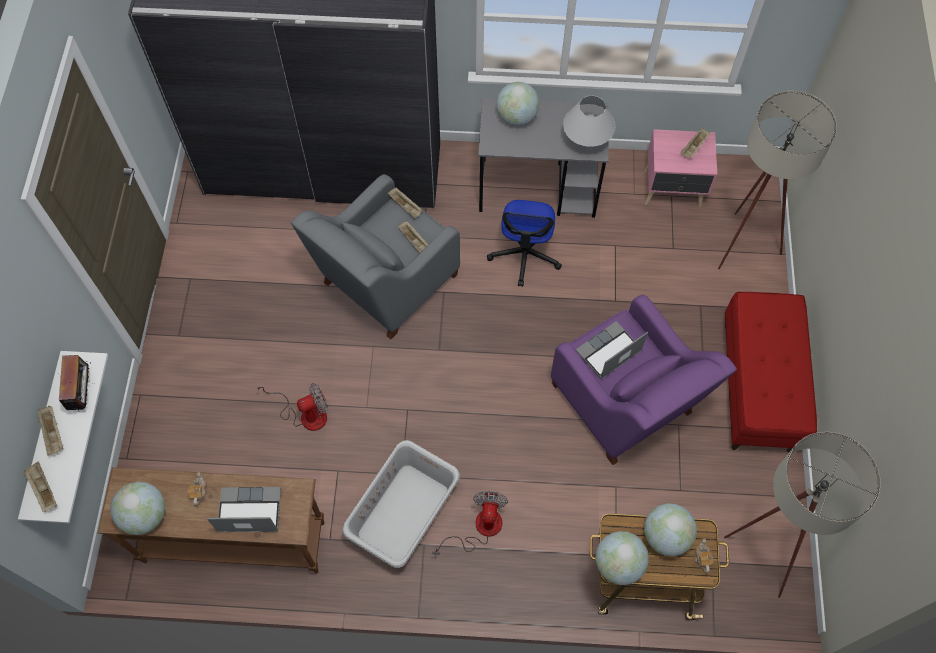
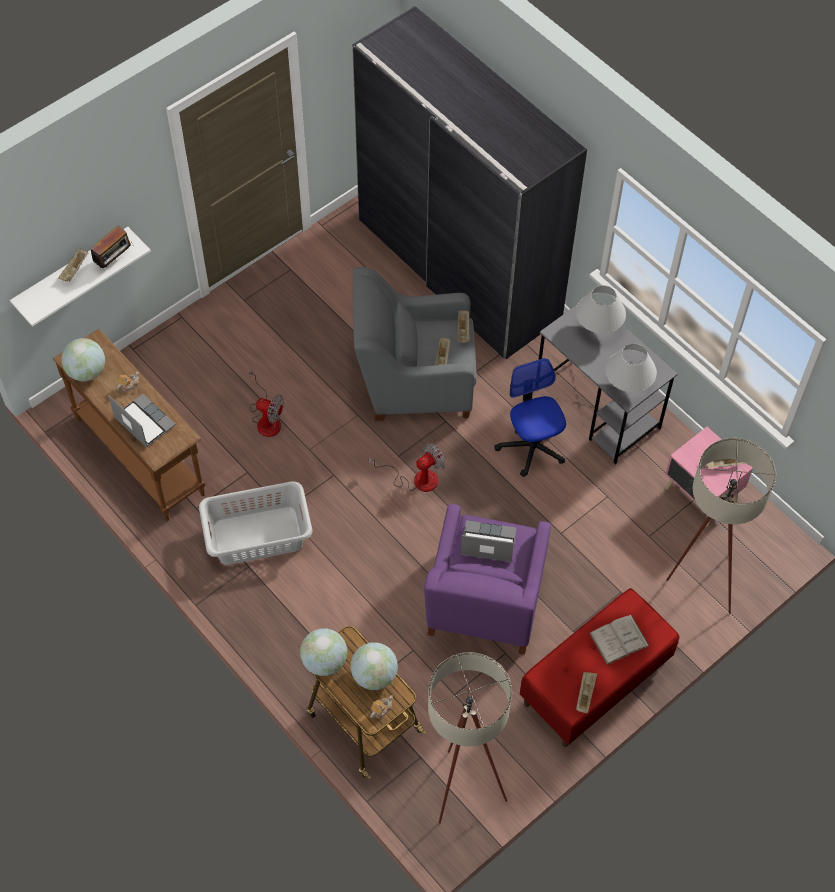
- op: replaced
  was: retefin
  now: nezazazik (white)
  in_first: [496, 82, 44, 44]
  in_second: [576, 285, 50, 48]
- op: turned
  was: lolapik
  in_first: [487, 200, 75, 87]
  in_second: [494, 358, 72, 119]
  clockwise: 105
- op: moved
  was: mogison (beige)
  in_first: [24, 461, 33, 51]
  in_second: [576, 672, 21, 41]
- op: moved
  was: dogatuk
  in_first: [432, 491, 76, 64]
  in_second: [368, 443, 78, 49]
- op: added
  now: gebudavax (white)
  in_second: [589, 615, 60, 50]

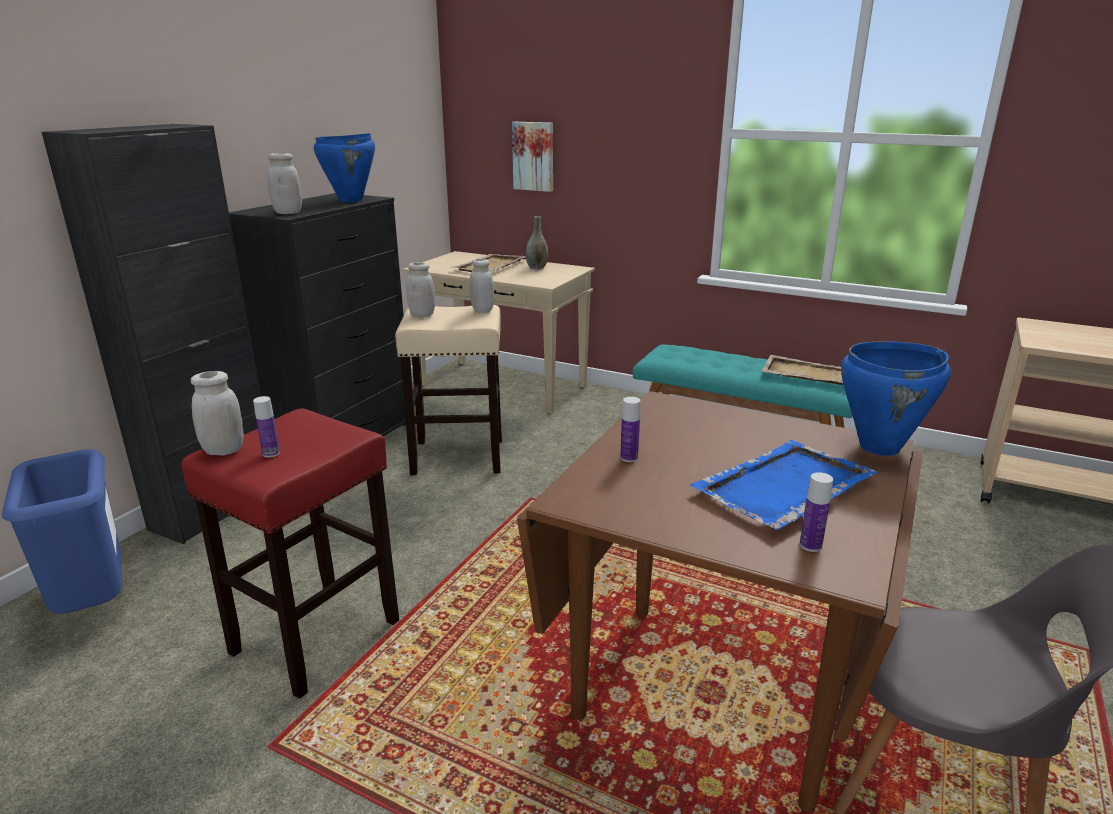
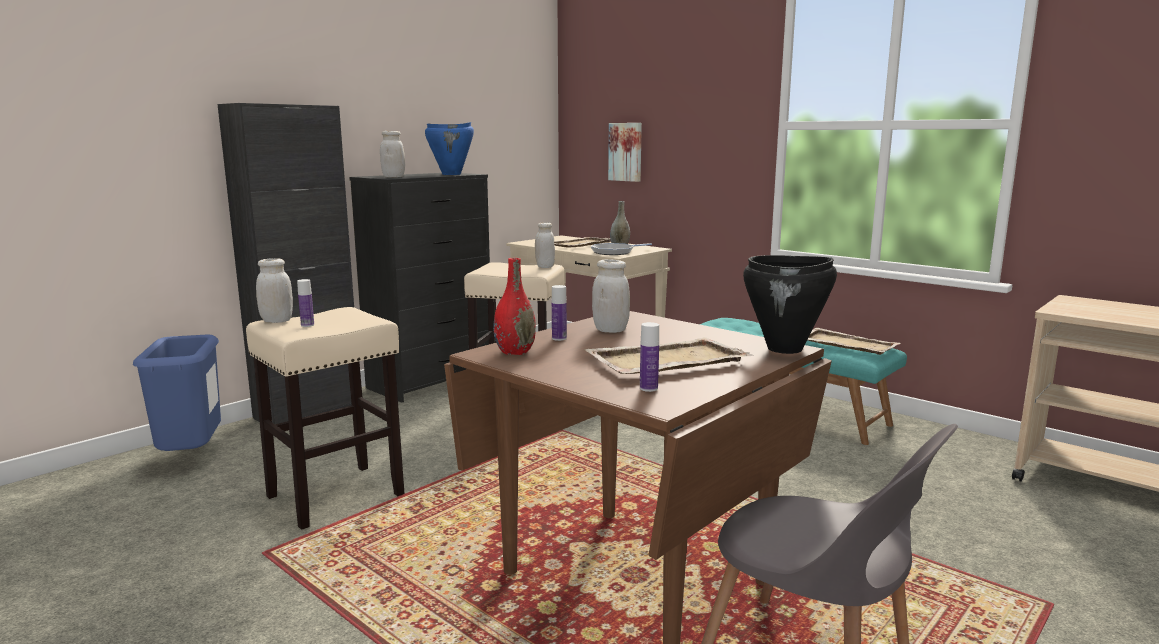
- op: moved
  was: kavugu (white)
  in_first: [406, 262, 29, 55]
  in_second: [592, 259, 38, 74]
- op: recoloured
  was: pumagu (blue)
  now: pumagu (black)
  in_first: [841, 341, 110, 115]
  in_second: [743, 255, 94, 99]
- op: recoloured
  was: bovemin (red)
  now: bovemin (beige)
  in_first: [181, 408, 218, 291]
  in_second: [246, 307, 159, 223]
- op: recoloured
  was: mogison (blue)
  now: mogison (beige)
  in_first: [690, 440, 188, 90]
  in_second: [584, 337, 170, 37]
- op: added
  now: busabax
  in_second: [591, 243, 61, 12]
- op: added
  now: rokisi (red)
  in_second: [493, 258, 43, 97]

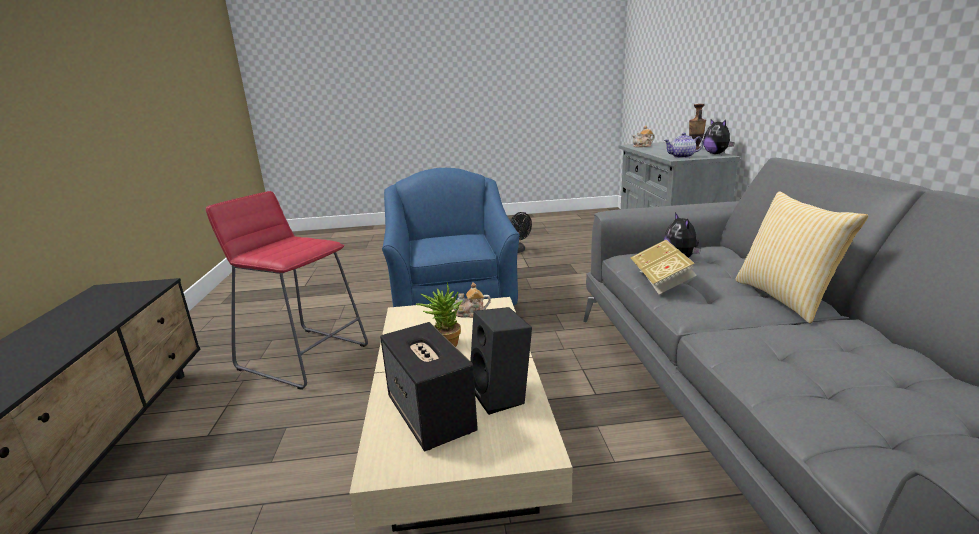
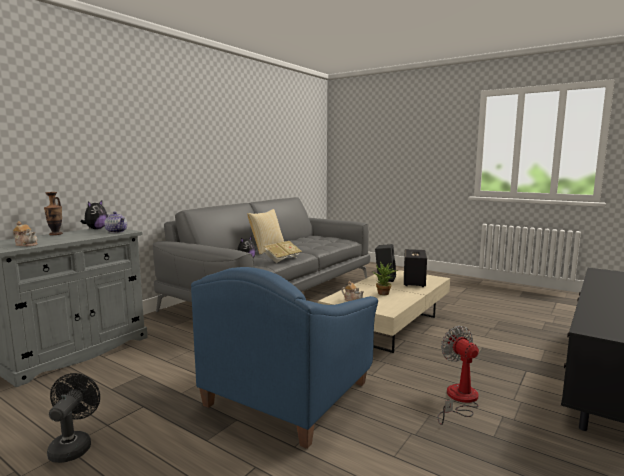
- op: replaced
  was: bovemin (red)
  now: dogatuk
  in_first: [206, 191, 162, 199]
  in_second: [438, 326, 41, 99]

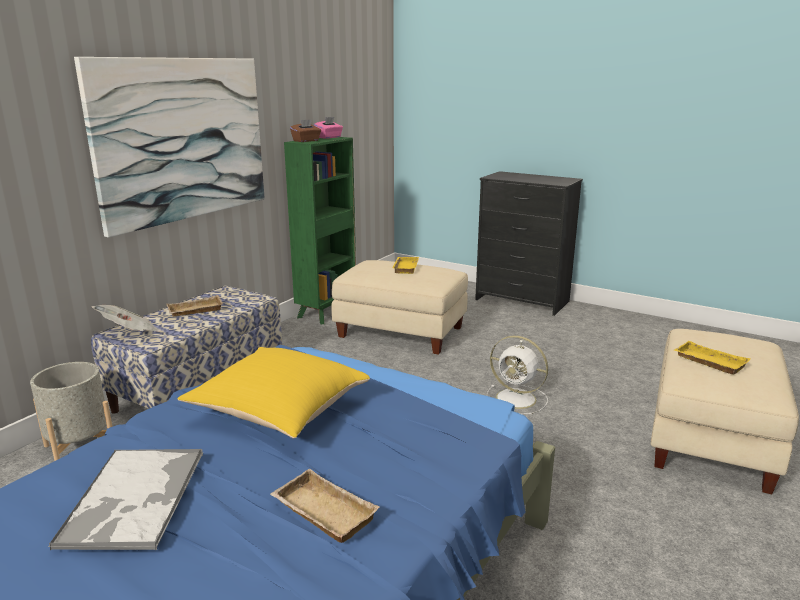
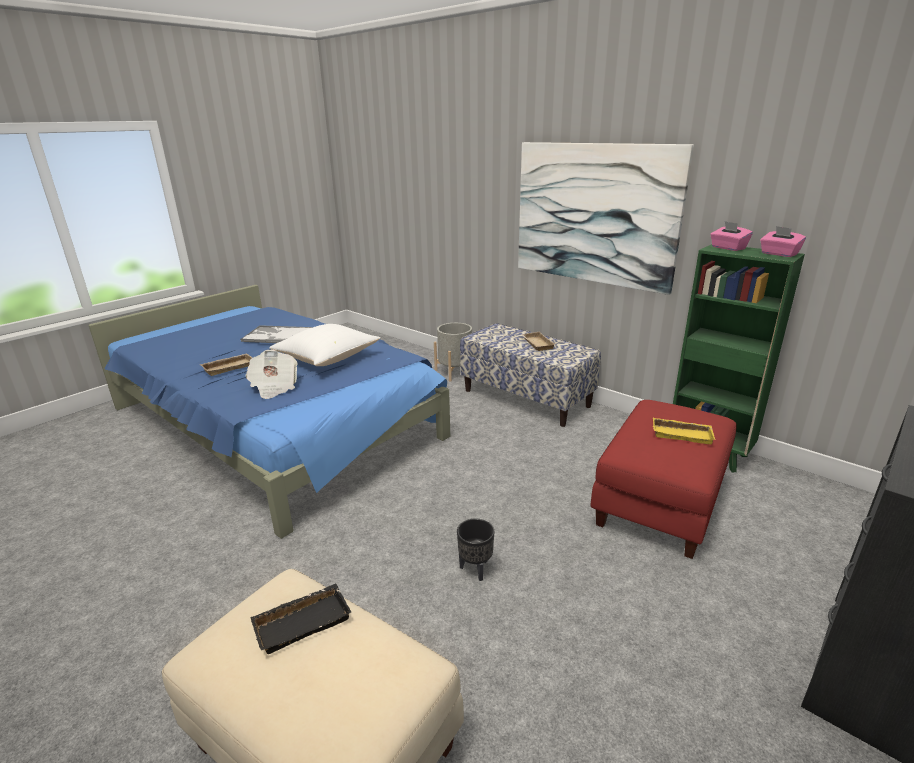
- op: recoloured
  was: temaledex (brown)
  now: temaledex (pink)
  in_first: [290, 119, 31, 23]
  in_second: [710, 221, 43, 30]
- op: recoloured
  was: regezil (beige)
  now: regezil (red)
  in_first: [331, 260, 137, 95]
  in_second: [591, 400, 146, 159]
- op: moved
  was: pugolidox
  in_first: [91, 305, 70, 26]
  in_second: [245, 350, 52, 49]
- op: replaced
  was: dogatuk (white)
  now: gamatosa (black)
  in_first: [487, 336, 61, 78]
  in_second: [457, 519, 37, 62]
- op: recoloured
  was: mogison (yellow)
  now: mogison (black)
  in_first: [674, 341, 76, 34]
  in_second: [250, 584, 101, 70]
- op: recoloured
  was: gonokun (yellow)
  now: gonokun (white)
  in_first: [178, 347, 192, 91]
  in_second: [269, 324, 112, 42]

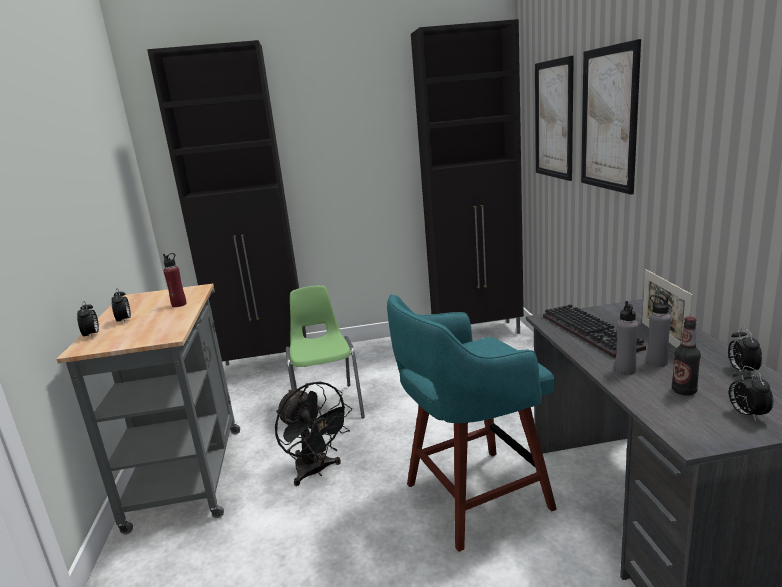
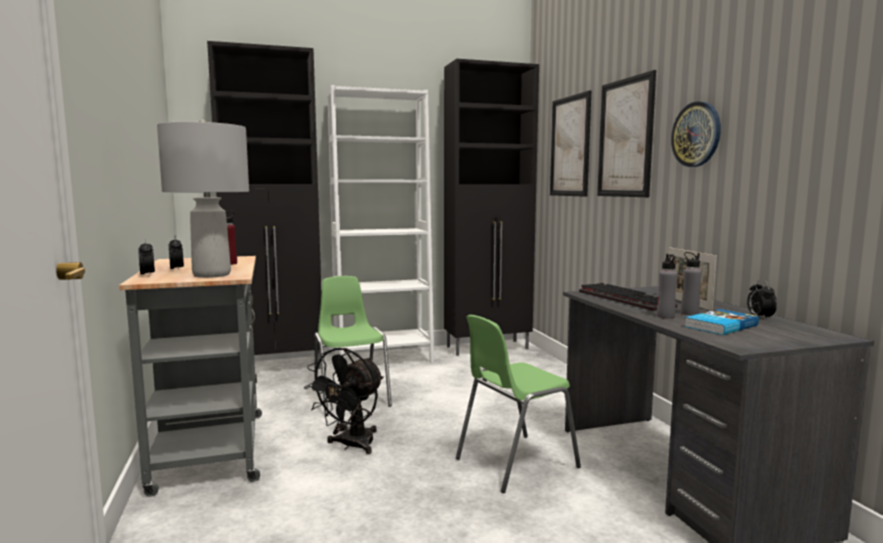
- op: replaced
  was: bovemin (turquoise)
  now: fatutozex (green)
  in_first: [387, 295, 170, 257]
  in_second: [456, 315, 125, 178]
- op: replaced
  was: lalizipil
  now: gebudavax
  in_first: [672, 316, 29, 80]
  in_second: [684, 309, 75, 26]
- op: removed
  was: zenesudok
  in_first: [729, 366, 44, 56]
- op: turned
  was: dogatuk (black)
  in_first: [275, 382, 77, 104]
  in_second: [304, 348, 80, 106]
  clockwise: 75
- op: added
  now: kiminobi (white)
  in_second: [327, 85, 107, 279]
- op: added
  now: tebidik
  in_second: [671, 101, 50, 66]
- op: added
  now: nezazazik (grey)
  in_second: [157, 120, 92, 158]

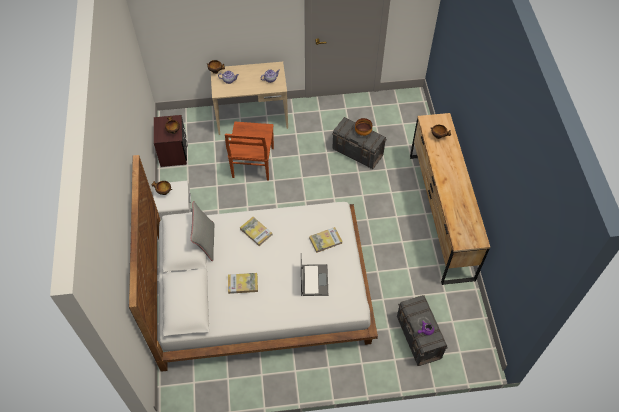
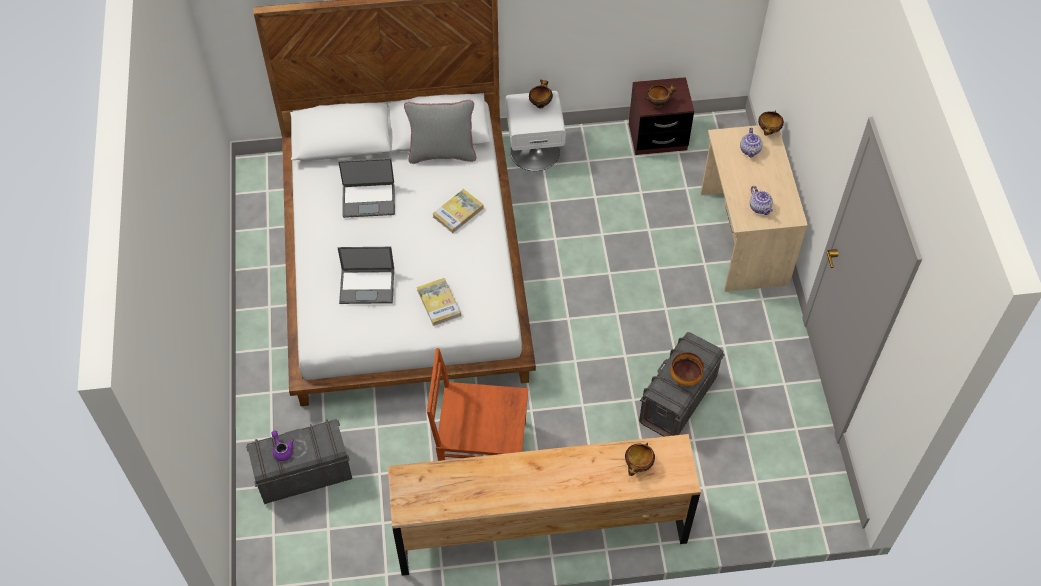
- op: moved
  was: fatutozex (brown)
  in_first: [225, 122, 49, 59]
  in_second: [427, 348, 101, 113]
- op: replaced
  was: gebudavax
  now: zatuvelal
  in_first: [228, 273, 30, 21]
  in_second: [338, 158, 57, 60]

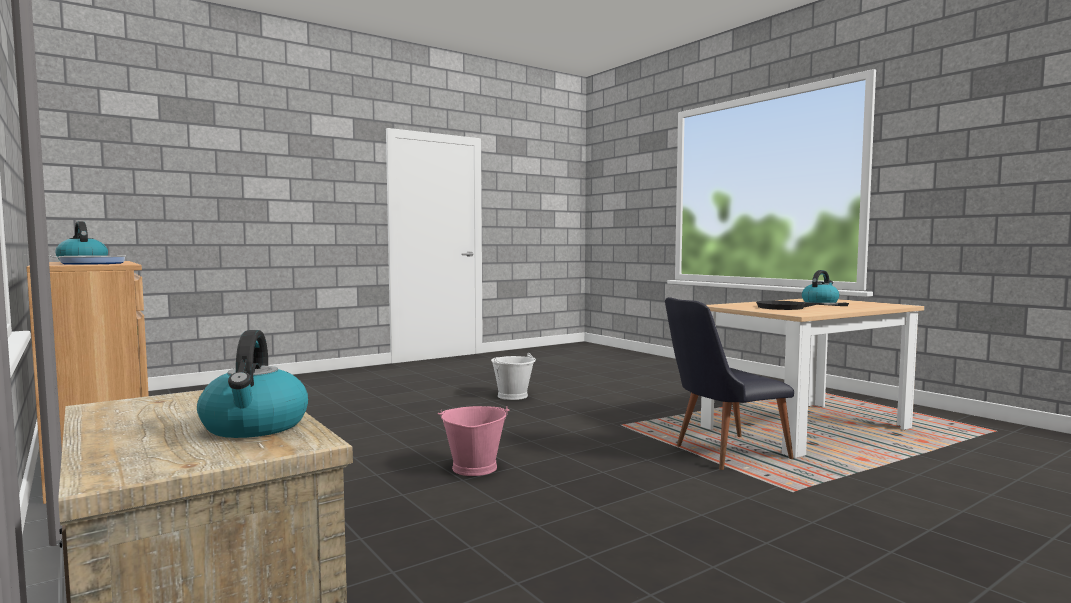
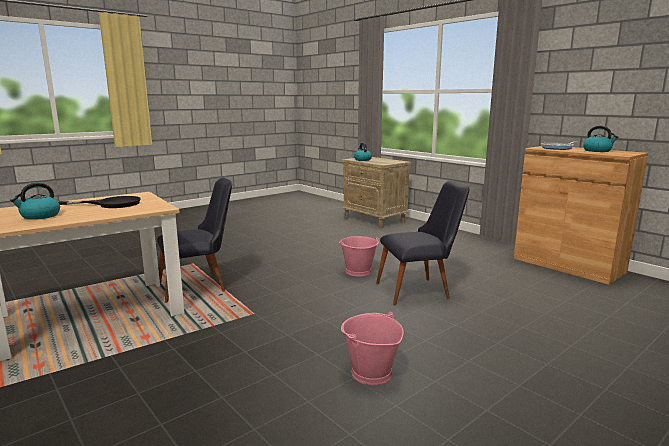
- op: recoloured
  was: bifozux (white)
  now: bifozux (pink)
  in_first: [491, 353, 45, 47]
  in_second: [341, 312, 62, 73]
- op: added
  now: fatutozex (black)
  in_second: [376, 180, 93, 125]

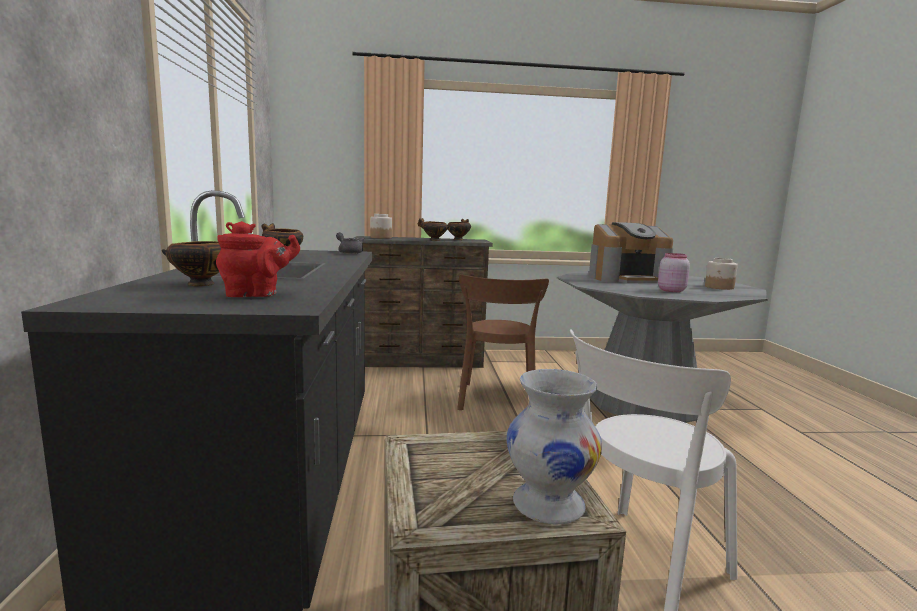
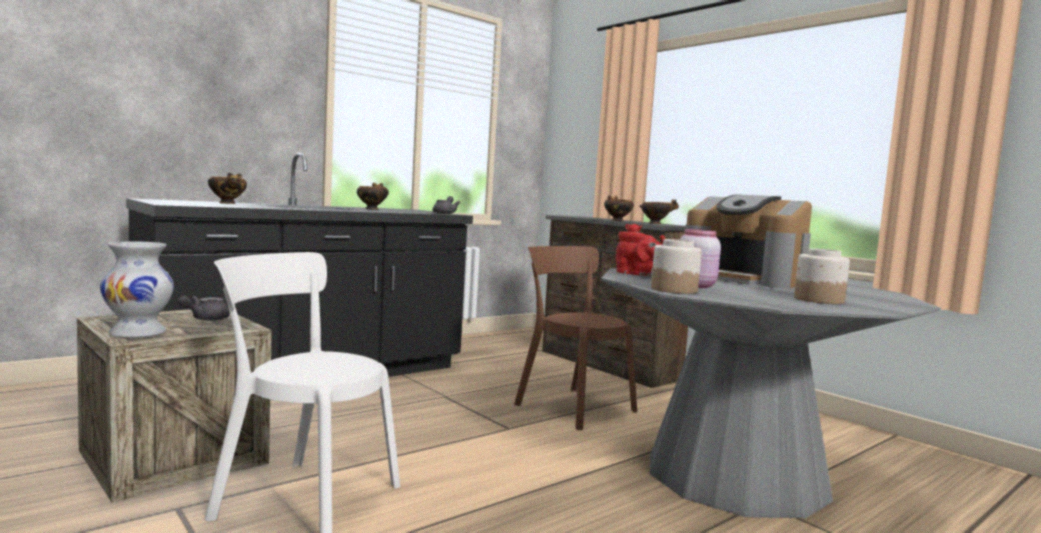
- op: moved
  was: kavugu
  in_first: [370, 214, 22, 25]
  in_second: [651, 239, 51, 55]
- op: moved
  was: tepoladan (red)
  in_first: [216, 221, 84, 76]
  in_second: [616, 224, 49, 52]
- op: turned
  was: fatutozex (brown)
  in_first: [457, 274, 92, 136]
  in_second: [514, 246, 123, 184]
  clockwise: 75
- op: added
  now: tepoladan (grey)
  in_second: [178, 296, 52, 25]

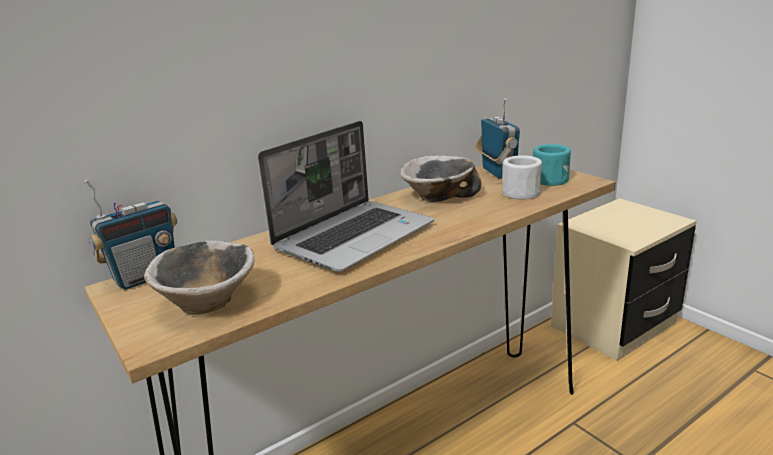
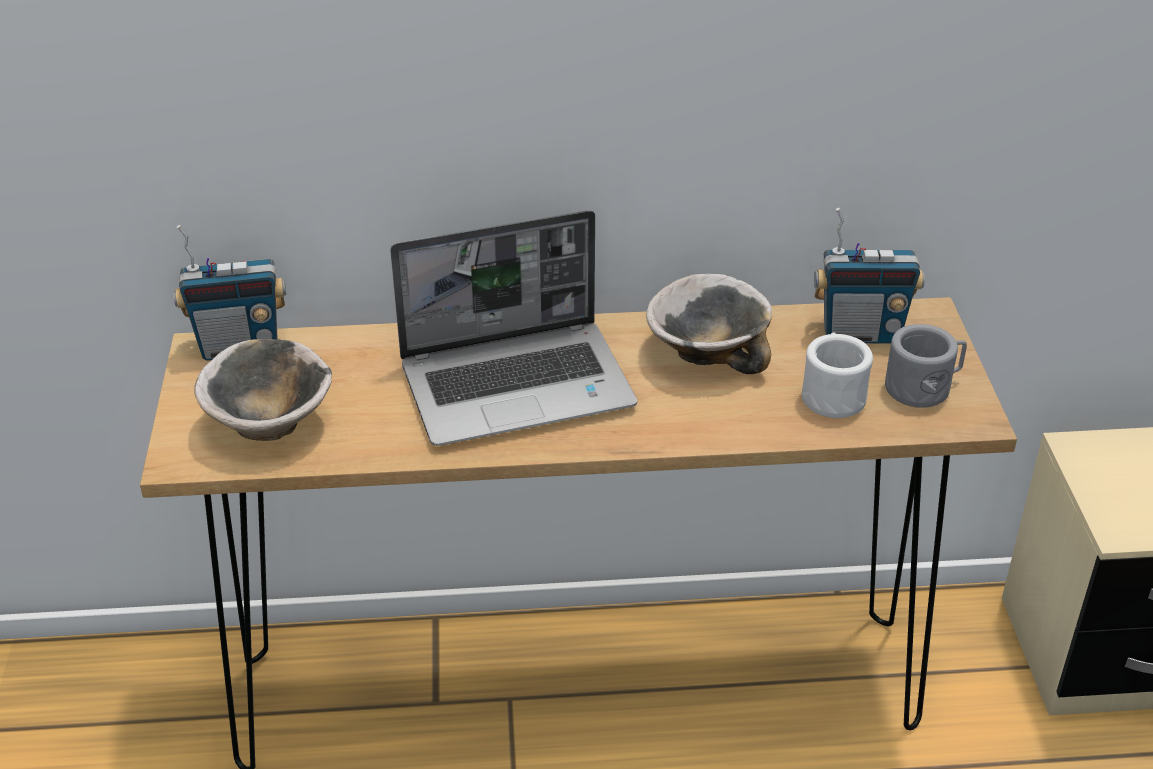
- op: turned
  was: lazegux
  in_first: [475, 98, 45, 80]
  in_second: [814, 208, 111, 136]
  clockwise: 75
- op: recoloured
  was: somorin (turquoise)
  now: somorin (grey)
  in_first: [533, 144, 38, 42]
  in_second: [885, 324, 82, 84]

